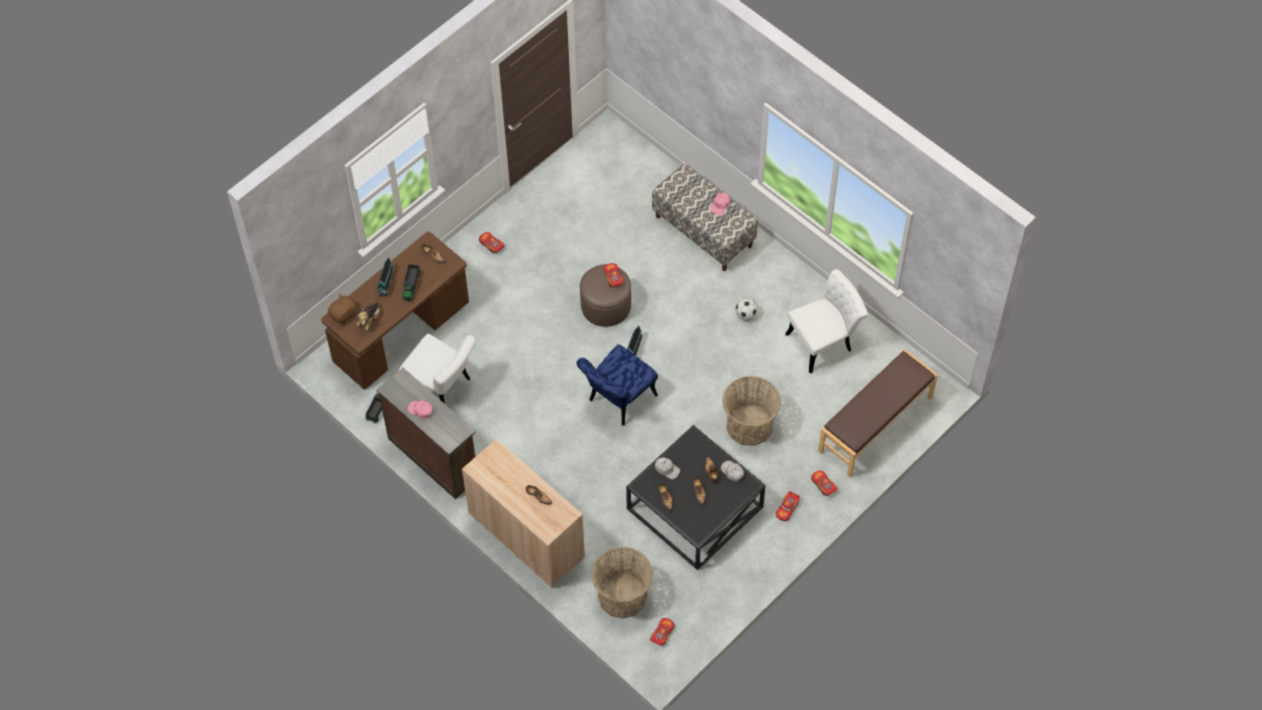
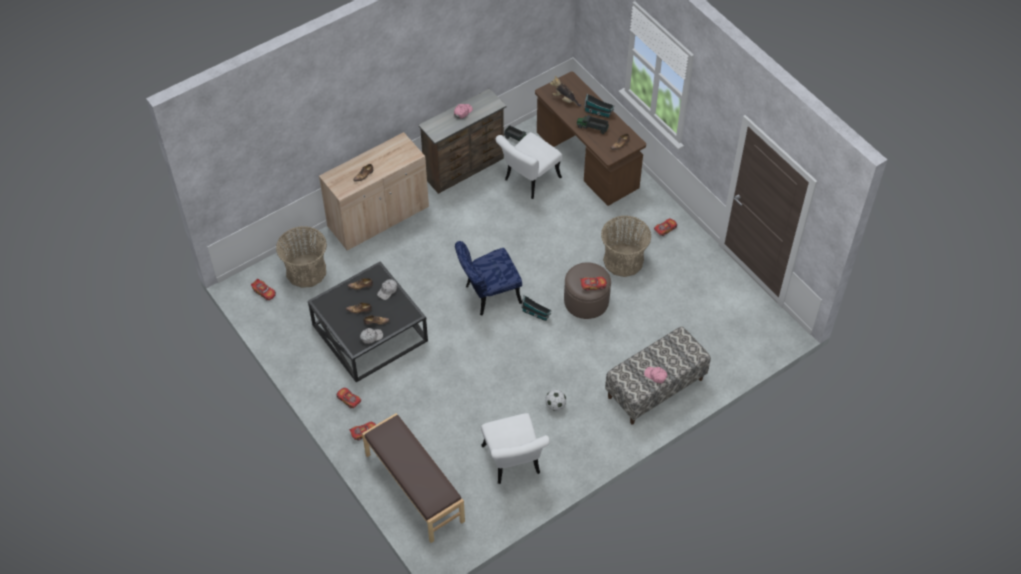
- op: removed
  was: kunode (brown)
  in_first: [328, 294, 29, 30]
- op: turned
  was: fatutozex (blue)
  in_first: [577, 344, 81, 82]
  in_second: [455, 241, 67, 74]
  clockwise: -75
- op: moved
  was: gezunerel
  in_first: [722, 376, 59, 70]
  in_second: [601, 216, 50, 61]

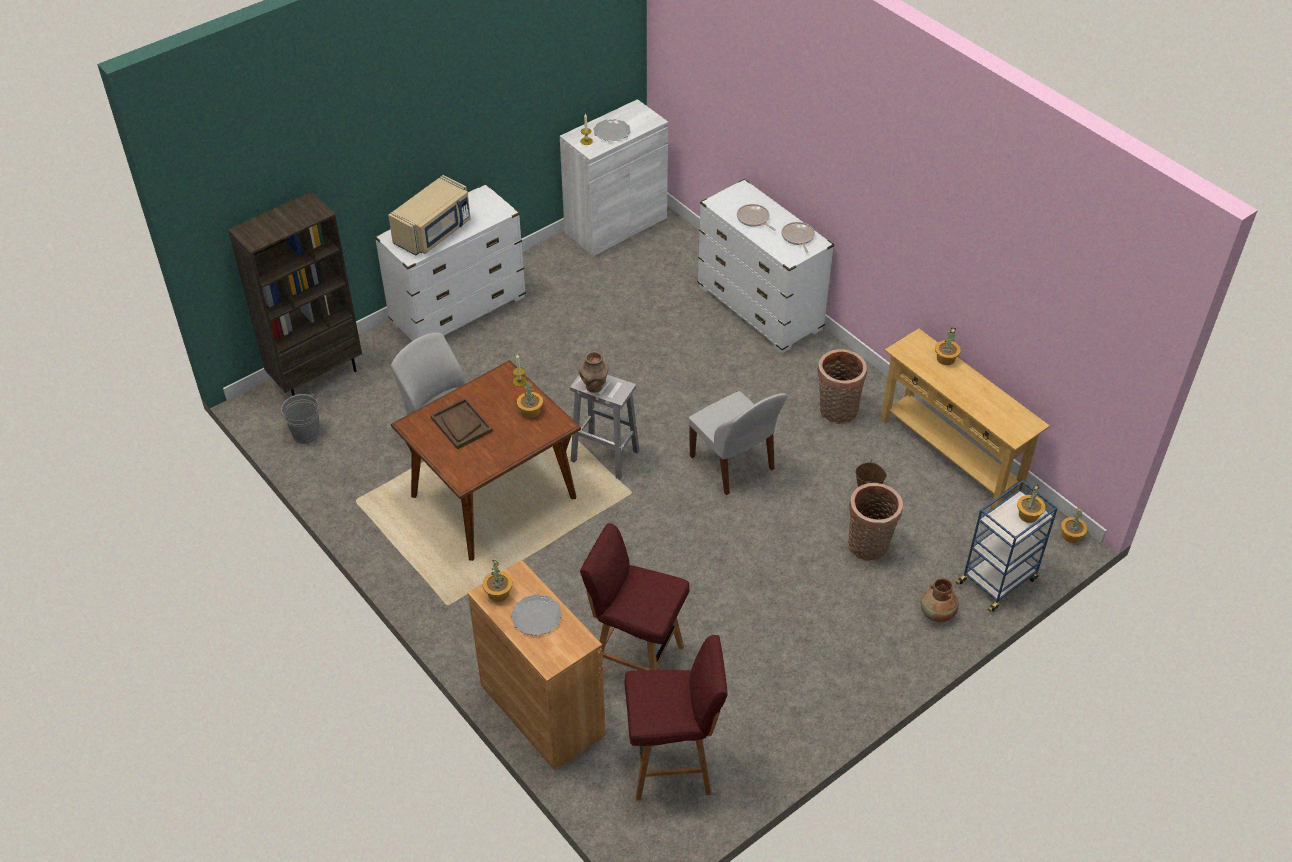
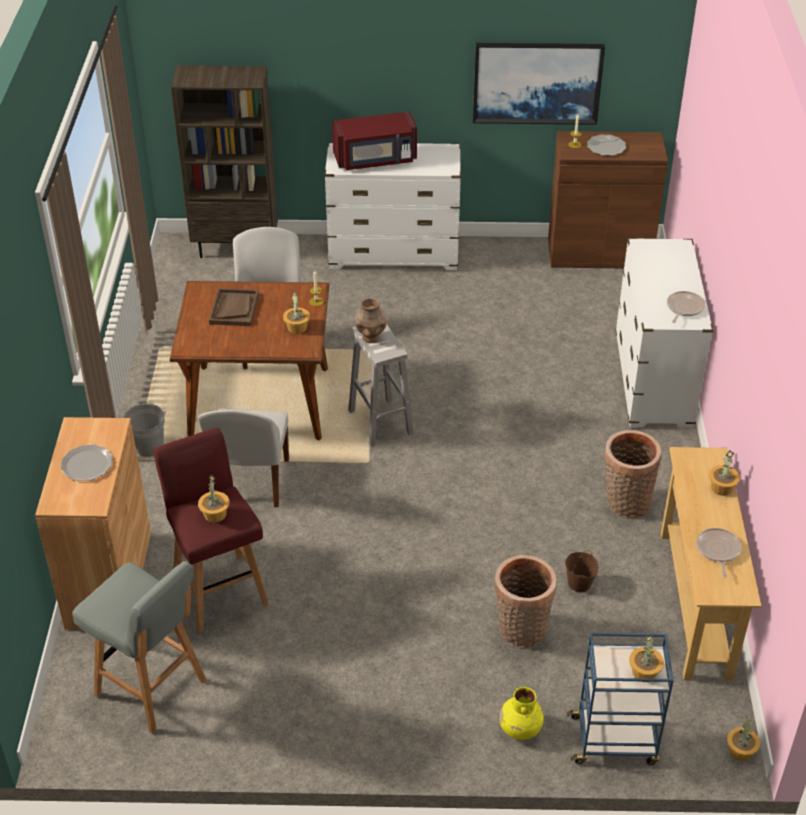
- op: recoloured
  was: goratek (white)
  now: goratek (brown)
  in_first: [560, 99, 108, 157]
  in_second: [548, 131, 120, 137]
- op: recoloured
  was: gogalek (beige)
  now: gogalek (red)
  in_first: [388, 175, 83, 81]
  in_second: [332, 111, 85, 59]
- op: moved
  was: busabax
  in_first: [737, 204, 39, 27]
  in_second: [697, 528, 44, 50]
- op: moved
  was: fatutozex (white)
  in_first: [689, 391, 98, 104]
  in_second: [198, 408, 91, 99]
- op: moved
  was: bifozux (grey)
  in_first: [281, 394, 39, 49]
  in_second: [124, 403, 42, 54]
- op: moved
  was: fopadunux
  in_first: [482, 560, 31, 42]
  in_second: [198, 474, 31, 49]
- op: recoloured
  was: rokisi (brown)
  now: rokisi (yellow)
  in_first: [921, 578, 37, 44]
  in_second: [499, 687, 45, 53]
- op: recoloured
  was: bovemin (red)
  now: bovemin (grey)
  in_first: [625, 635, 103, 166]
  in_second: [72, 561, 134, 173]
- op: added
  now: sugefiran
  in_second: [473, 43, 132, 82]

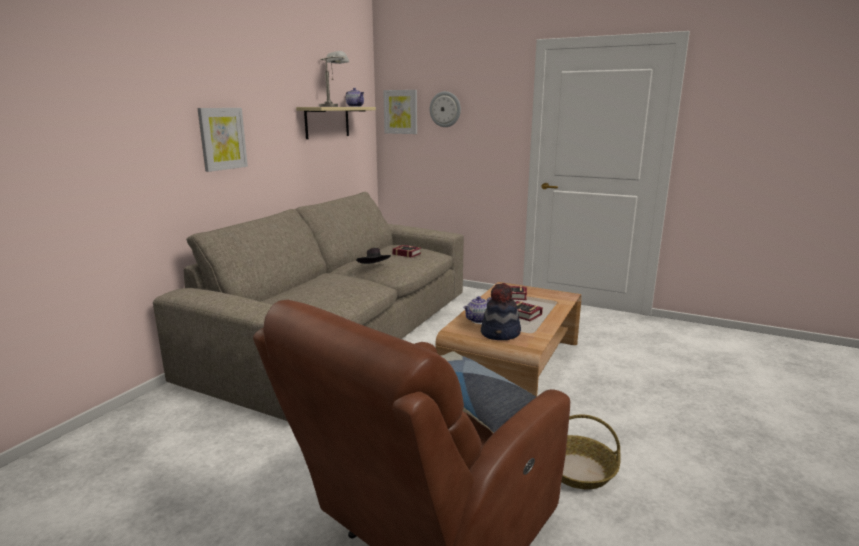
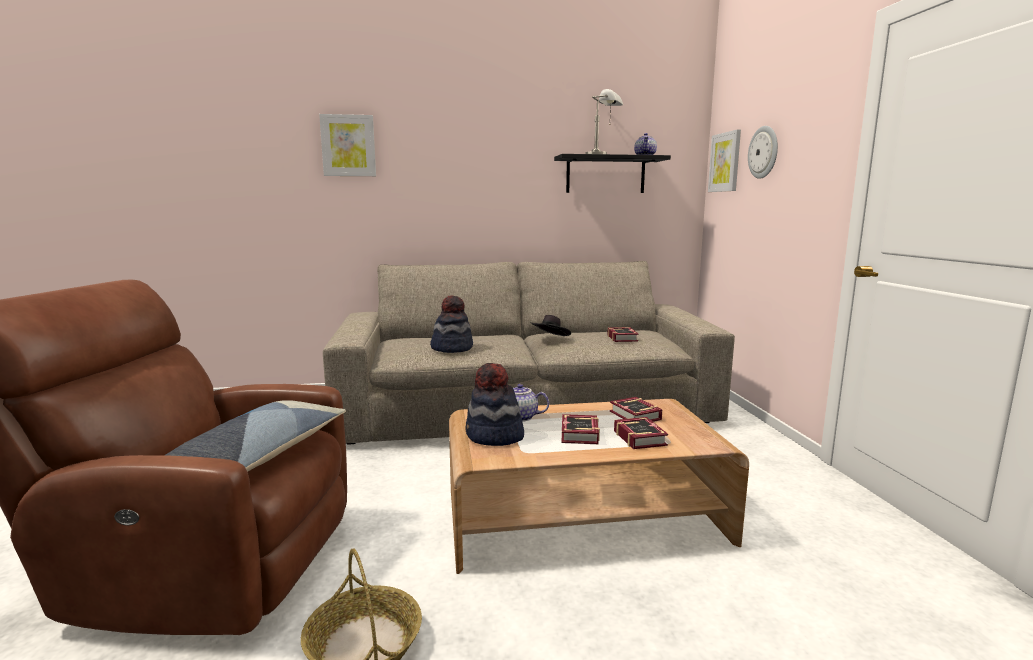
- op: recoloured
  was: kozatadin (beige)
  now: kozatadin (black)
  in_first: [296, 107, 80, 32]
  in_second: [554, 154, 117, 39]
- op: moved
  was: sugefiran
  in_first: [197, 108, 51, 64]
  in_second: [319, 114, 57, 62]
- op: added
  now: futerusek
  in_second: [430, 295, 43, 58]
- op: added
  now: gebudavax
  in_second: [614, 417, 54, 32]

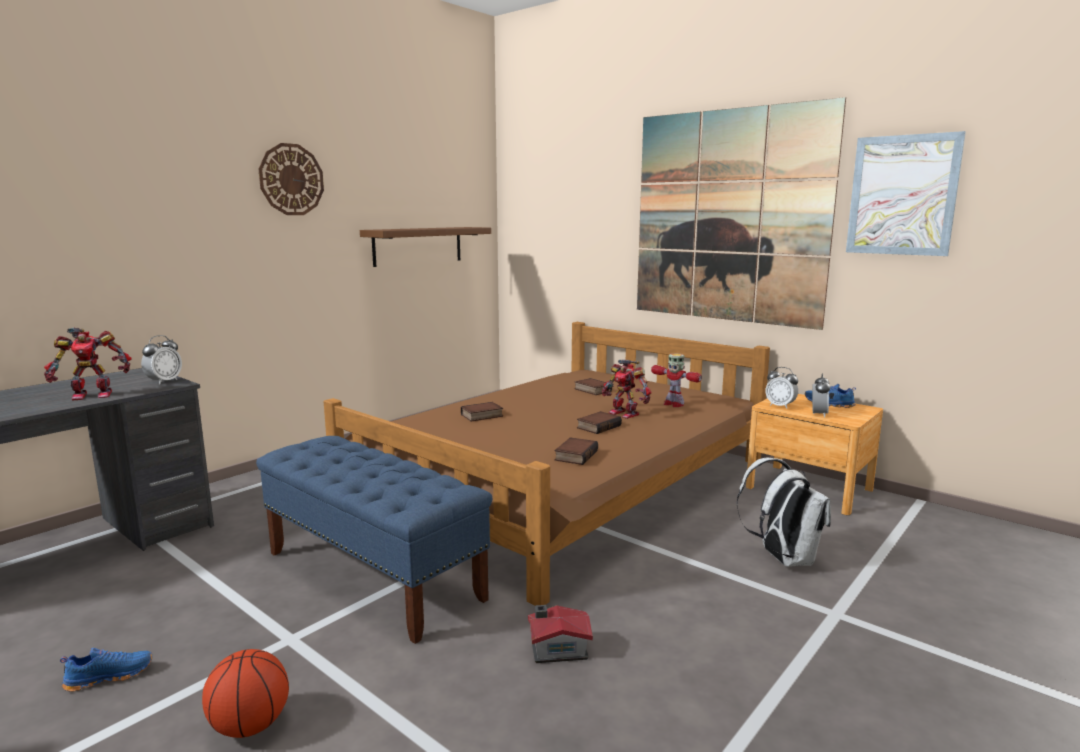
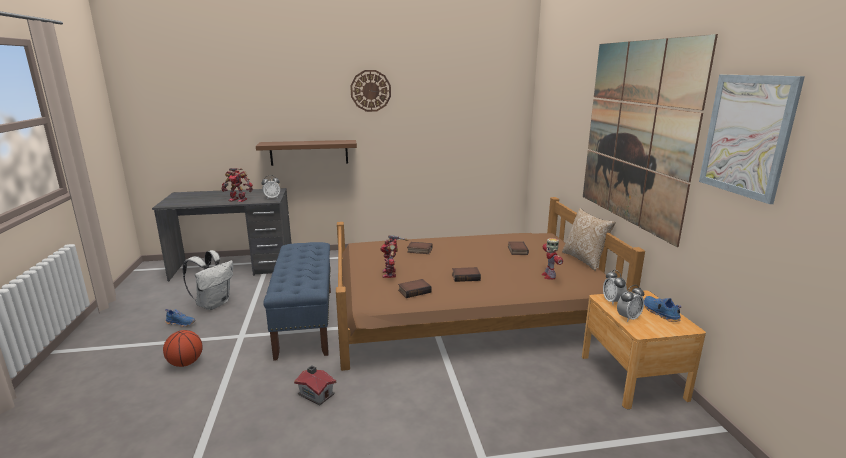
- op: moved
  was: kozatadin (brown)
  in_first: [360, 227, 131, 40]
  in_second: [256, 140, 101, 26]
- op: moved
  was: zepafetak
  in_first: [602, 360, 50, 59]
  in_second: [380, 235, 29, 43]
- op: moved
  was: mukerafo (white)
  in_first: [736, 458, 95, 109]
  in_second: [183, 250, 50, 60]
- op: added
  now: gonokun
  in_second: [562, 208, 54, 63]

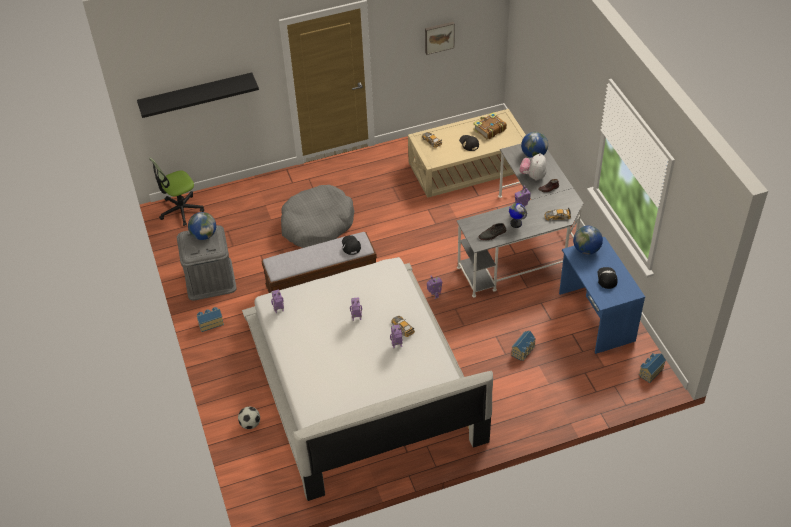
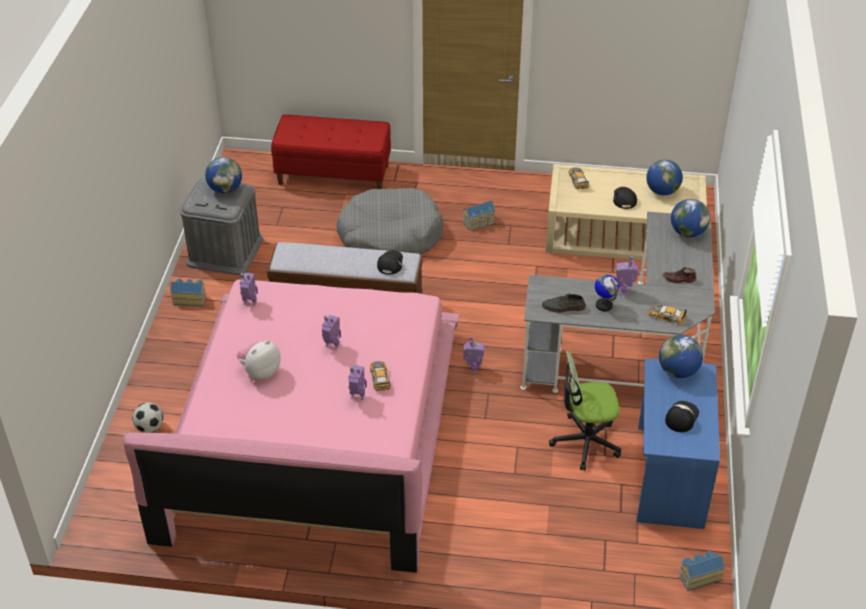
- op: removed
  was: sugefiran
  in_first: [425, 22, 30, 33]
- op: removed
  was: kozatadin (black)
  in_first: [137, 72, 122, 46]
- op: replaced
  was: gebudavax
  now: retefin
  in_first: [473, 112, 34, 27]
  in_second: [646, 160, 37, 35]
- op: moved
  was: kunode
  in_first: [519, 153, 28, 27]
  in_second: [237, 340, 44, 40]
- op: moved
  was: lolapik
  in_first: [149, 158, 55, 68]
  in_second: [549, 351, 72, 120]
- op: recoloured
  was: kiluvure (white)
  now: kiluvure (pink)
  in_first: [242, 257, 251, 244]
  in_second: [123, 279, 336, 294]
- op: moved
  was: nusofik
  in_first: [511, 331, 25, 30]
  in_second: [463, 200, 32, 31]
- op: added
  now: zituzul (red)
  in_second: [271, 115, 120, 74]

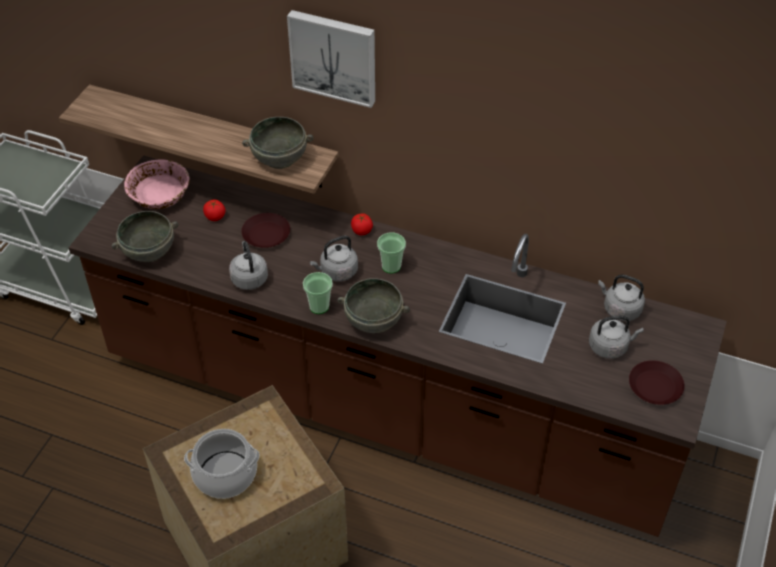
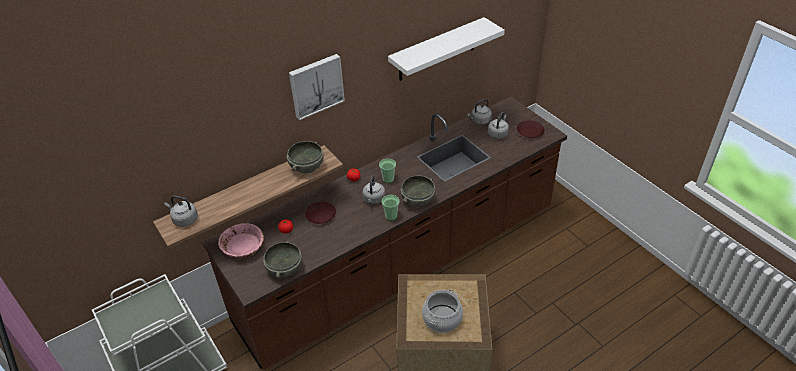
- op: moved
  was: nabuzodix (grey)
  in_first: [229, 241, 39, 49]
  in_second: [164, 196, 34, 31]
- op: added
  now: kozatadin (white)
  in_second: [388, 17, 117, 64]

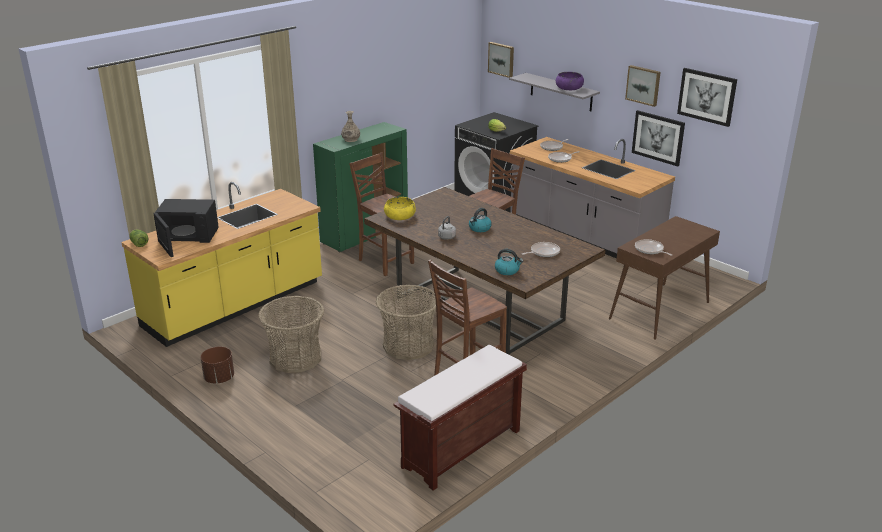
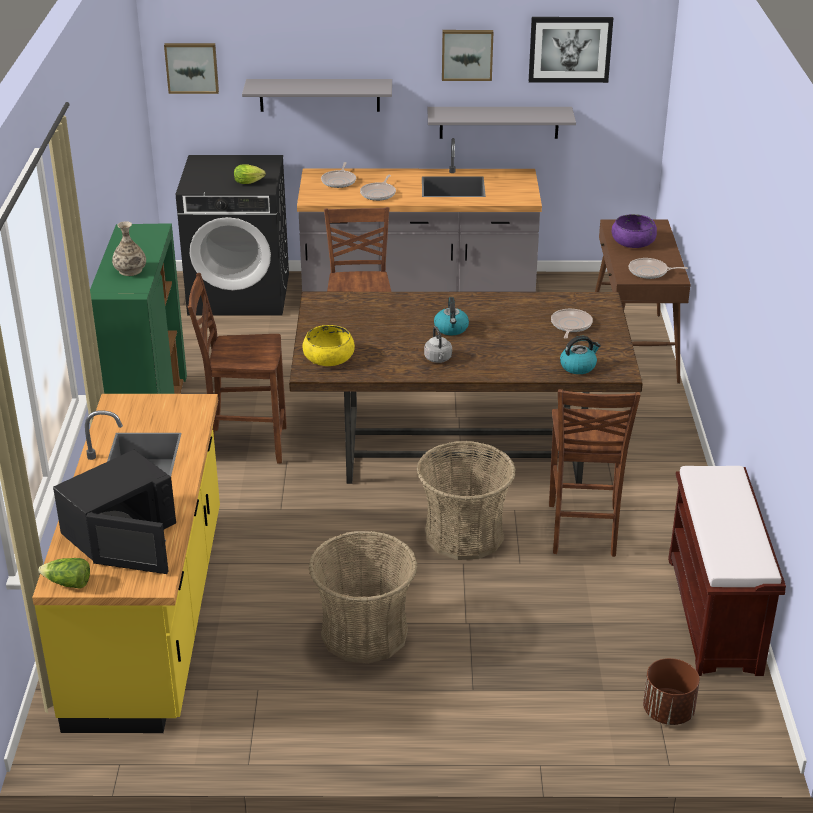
- op: moved
  was: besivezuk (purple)
  in_first: [556, 72, 28, 18]
  in_second: [612, 214, 45, 34]
- op: replaced
  was: sugefiran
  now: kozatadin (grey)
  in_first: [632, 110, 53, 57]
  in_second: [427, 107, 149, 32]
- op: moved
  was: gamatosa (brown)
  in_first: [201, 347, 33, 37]
  in_second: [643, 658, 57, 67]

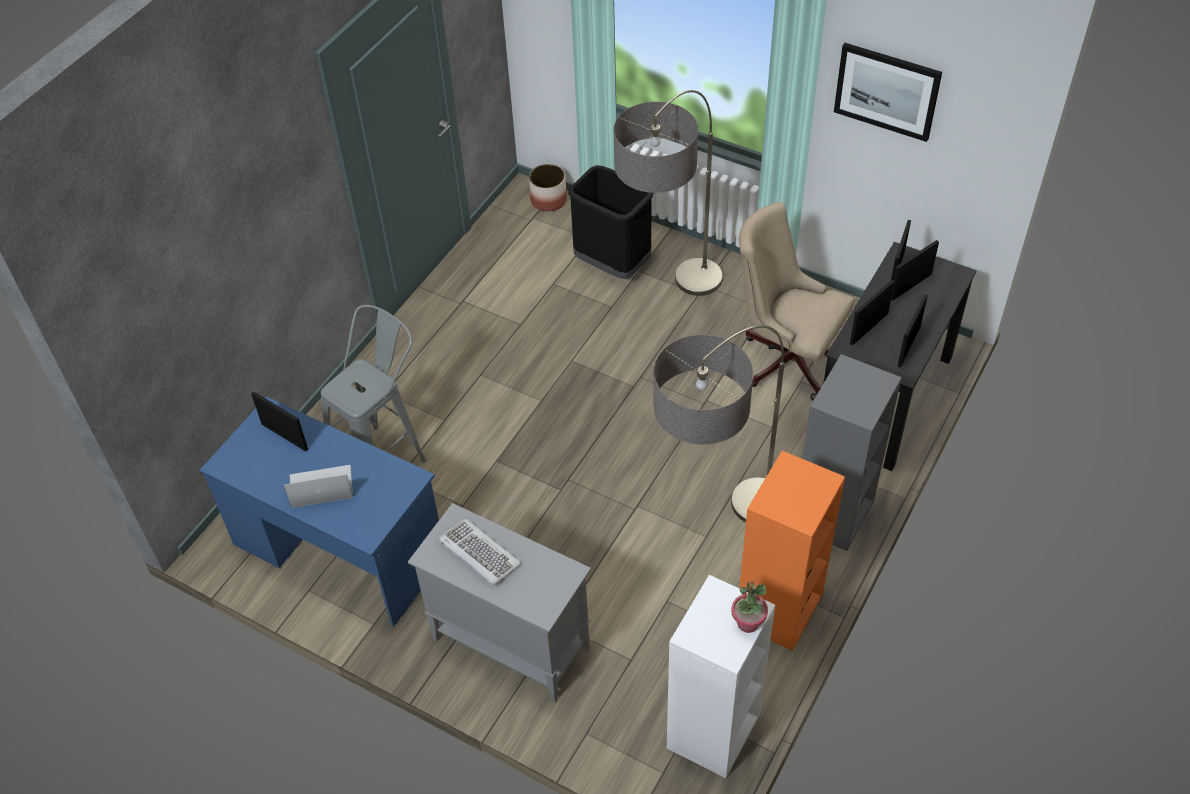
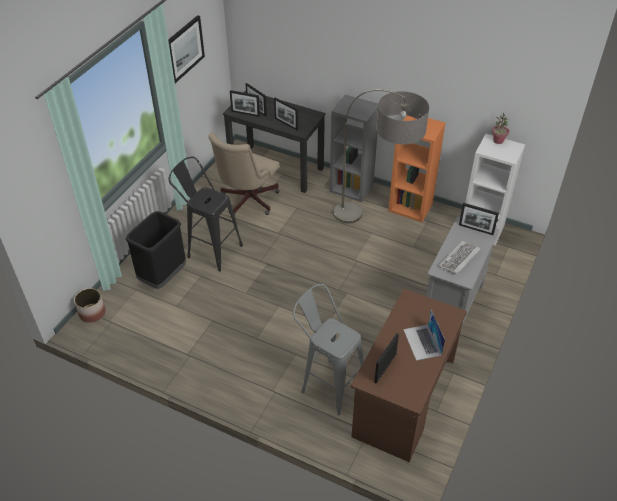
- op: replaced
  was: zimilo
  now: bovemin (black)
  in_first: [614, 90, 108, 206]
  in_second: [169, 157, 74, 114]
- op: moved
  was: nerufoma
  in_first: [897, 294, 31, 74]
  in_second: [459, 203, 40, 32]
- op: recoloured
  was: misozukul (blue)
  now: misozukul (brown)
  in_first: [200, 397, 239, 230]
  in_second: [351, 289, 116, 173]

